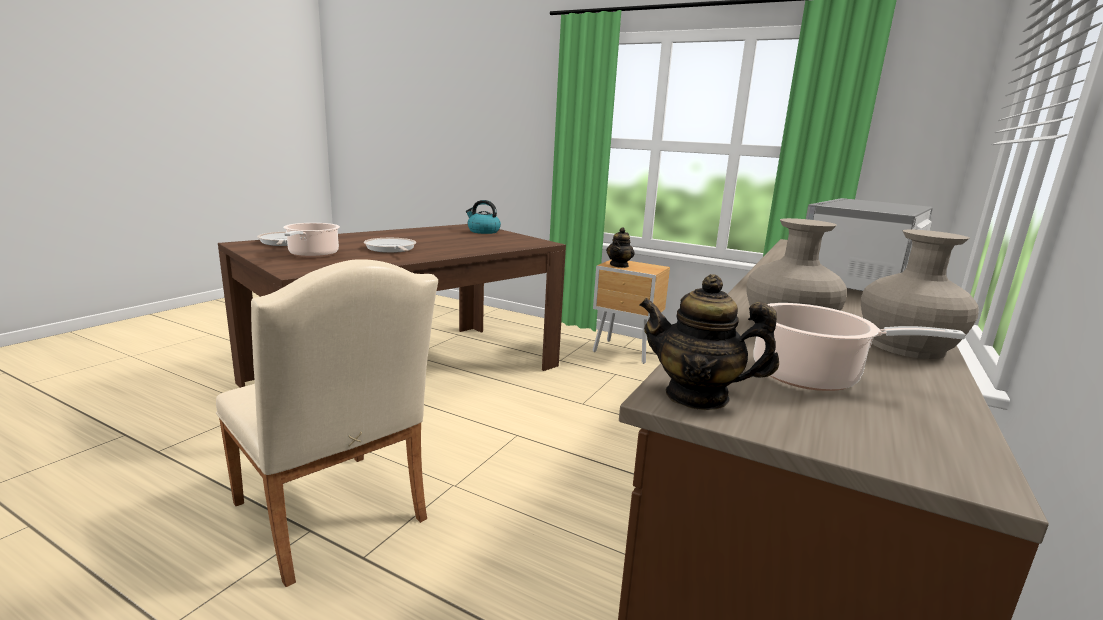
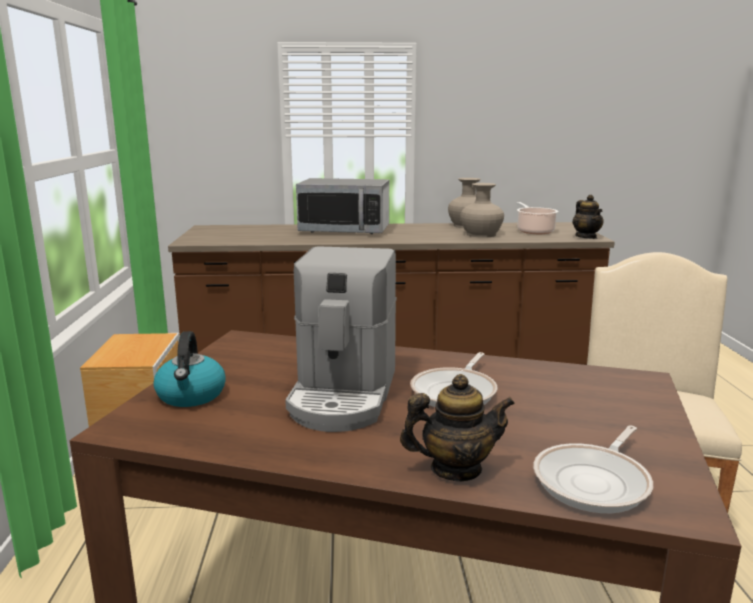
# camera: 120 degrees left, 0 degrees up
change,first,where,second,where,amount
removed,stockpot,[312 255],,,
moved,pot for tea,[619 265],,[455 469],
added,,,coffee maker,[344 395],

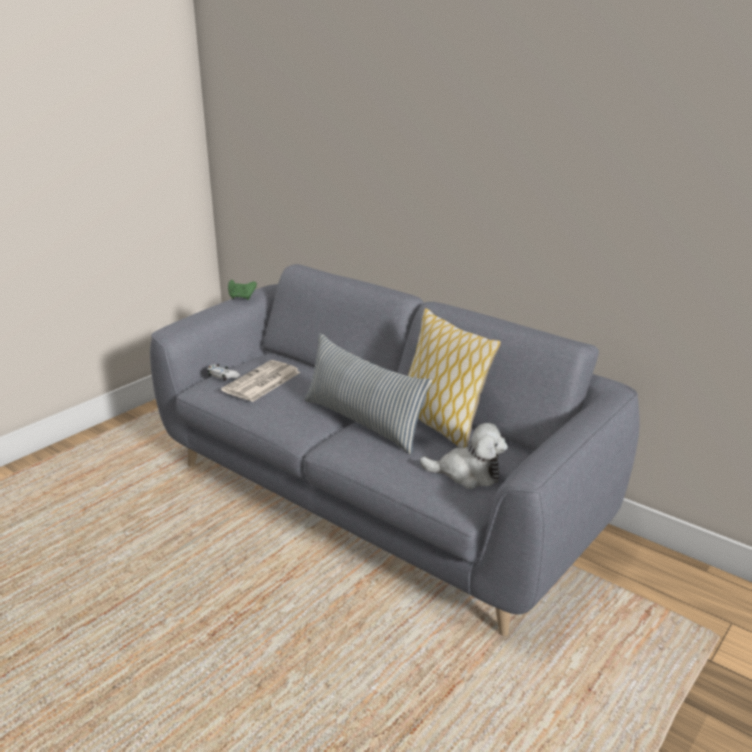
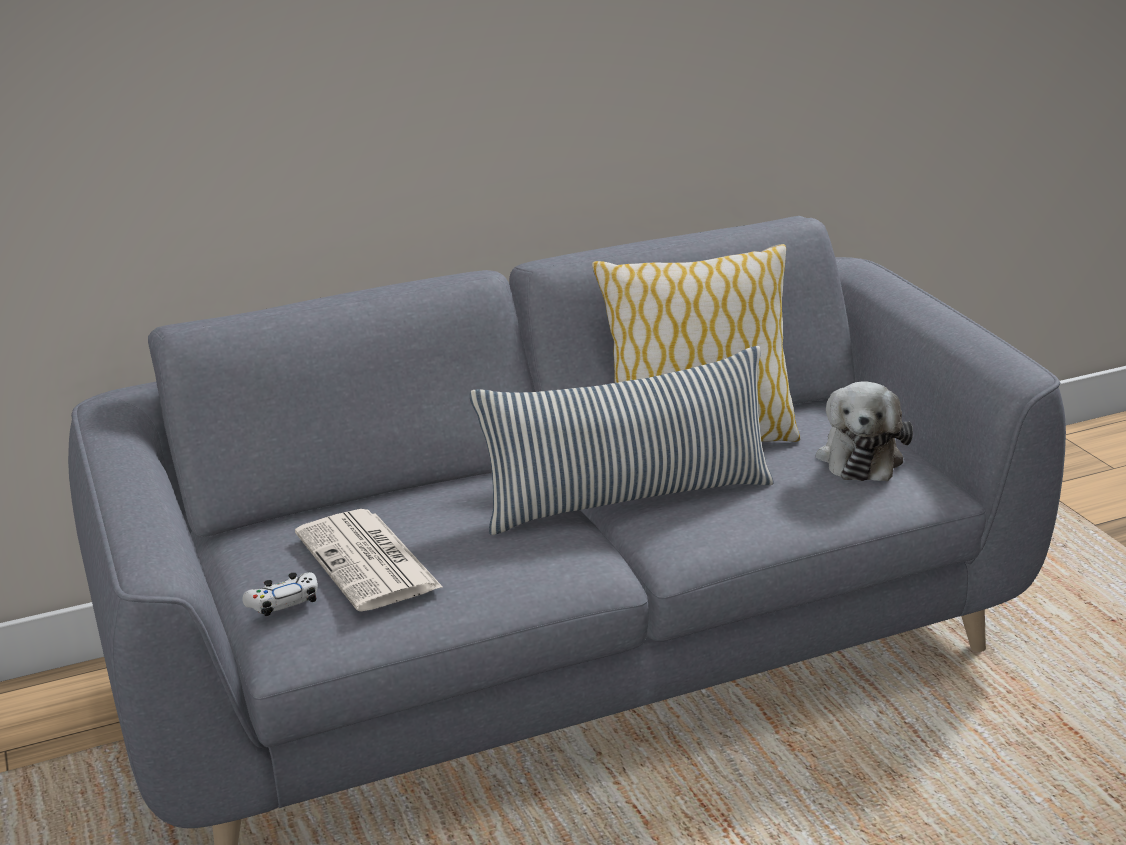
# camera: 60 degrees left, 0 degrees up
change,first,where,second,where,amount
removed,green-coloured game controller,[241 297],,,
turned,plush toy,[467 474],,[860 457],150 degrees clockwise

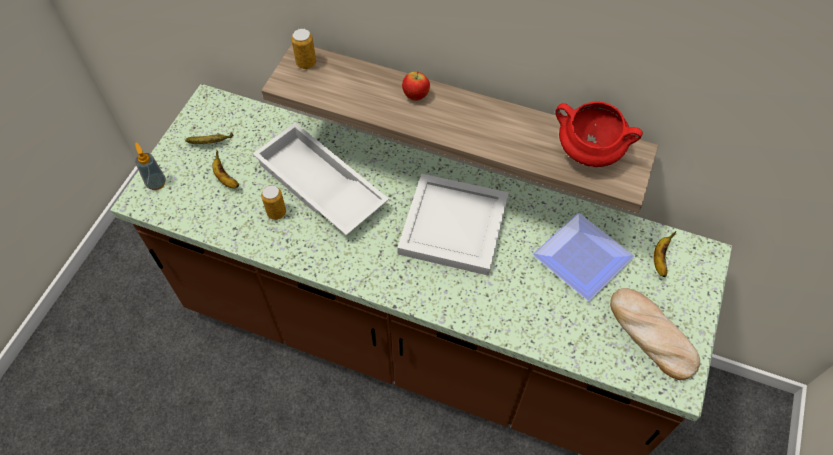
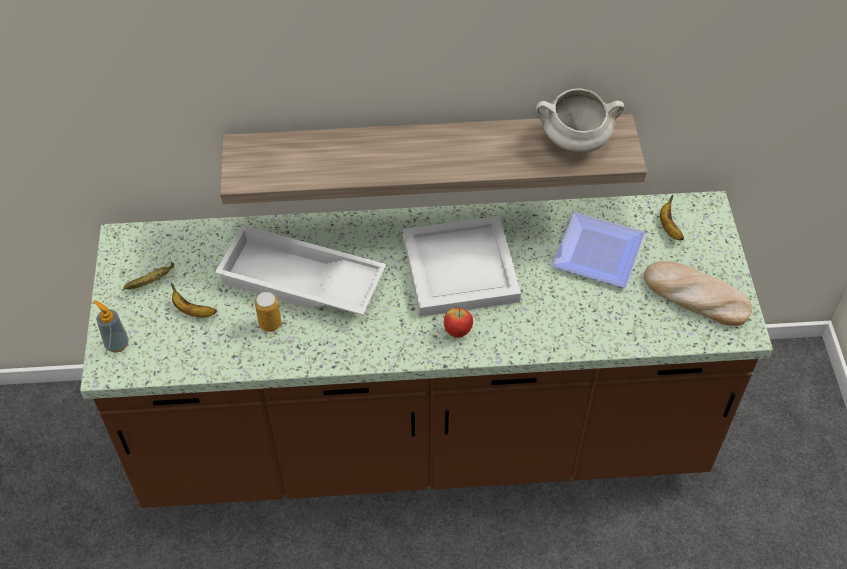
# camera: 25 degrees left, 5 degrees down
change,first,where,second,where,amount
removed,sealed can,[306 63],,,
moved,apple fruit,[415 96],,[457 331],
recoloured,red stockpot,[587 152],white stockpot,[574 142],

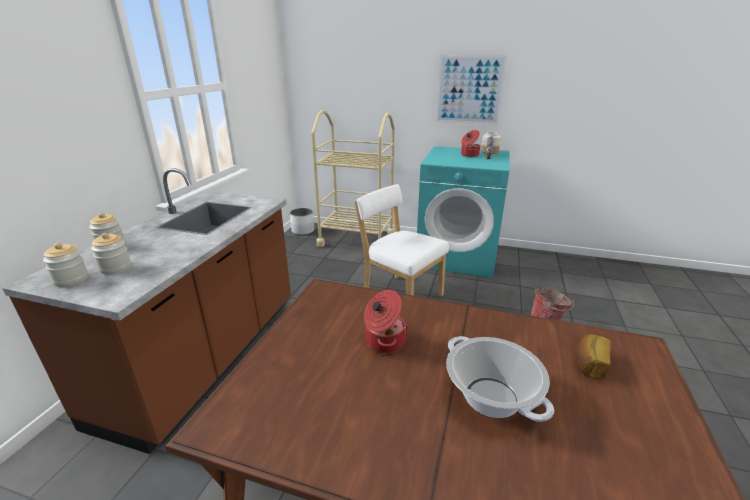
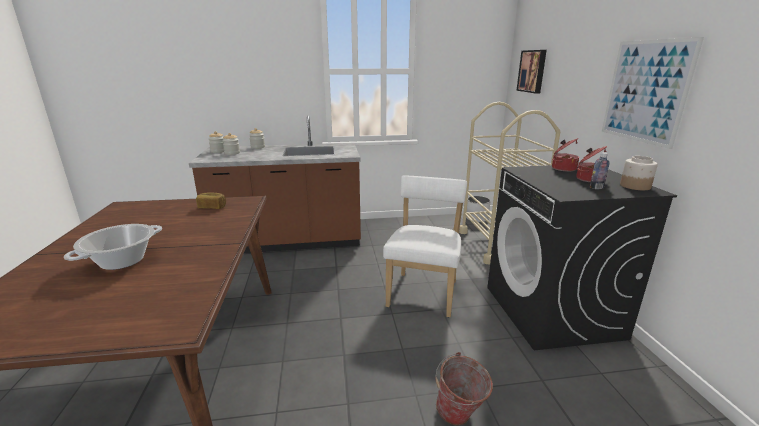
# camera: 65 degrees right, 5 degrees down
change,first,where,second,where,amount
moved,stockpot,[384 341],,[563 168],
recoloured,blue-green laundry appliance,[457 256],black-coloured laundry appliance,[552 312],
moved,baked bread,[589 364],,[212 207],
added,,,wall picture,[532 71],

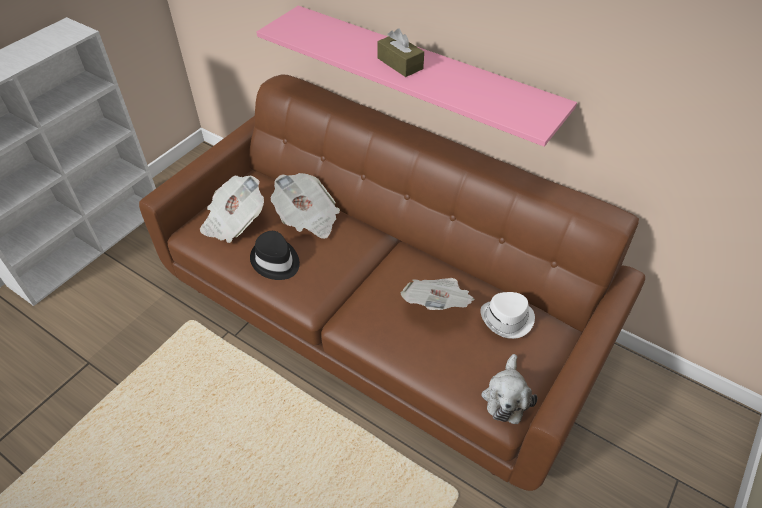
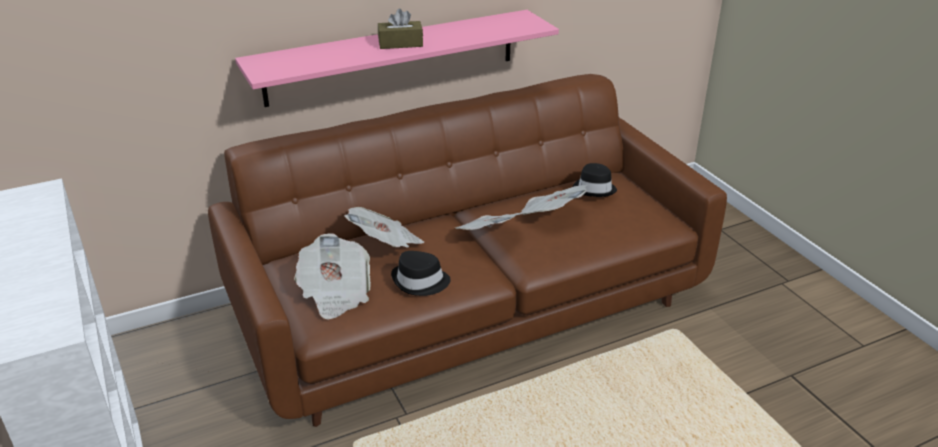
# camera: 60 degrees left, 15 degrees down
change,first,where,second,where,amount
recoloured,white wearable hat,[507 319],black-coloured wearable hat,[594 189],
removed,plush toy,[506 396],,,
added,,,daily paper,[488 236],

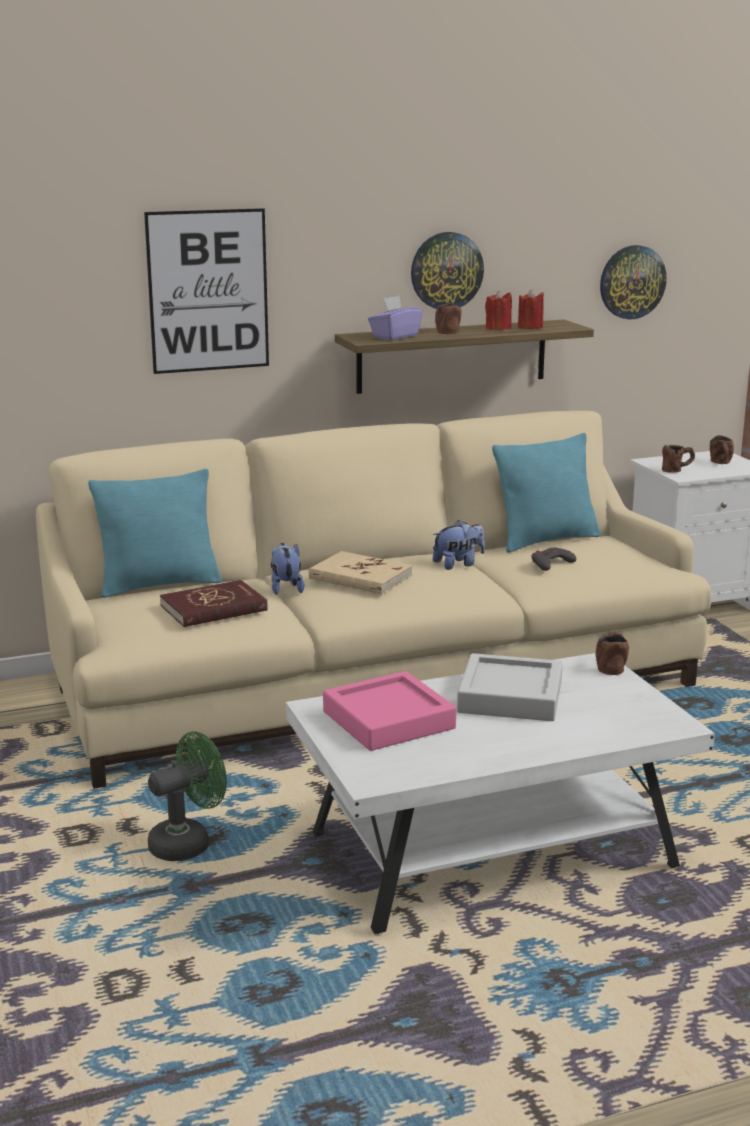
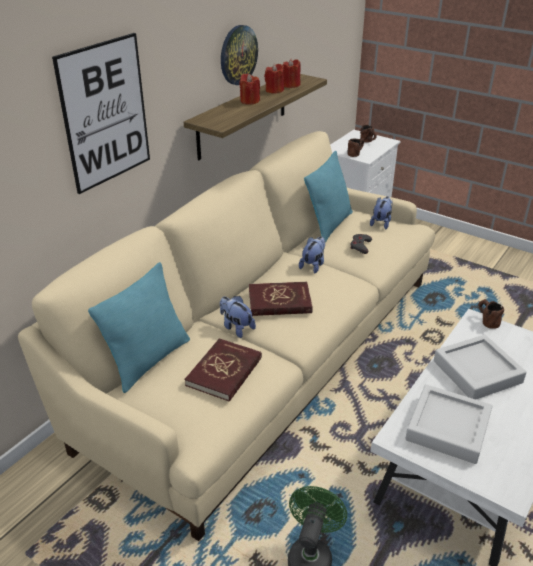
# camera: 35 degrees left, 15 degrees up
change,first,where,second,where,amount
recoloured,beige-coloured book,[360 577],red book,[279 301],
recoloured,pink tray,[388 720],gray tray,[448 428],
removed,purple-coloured tissue box,[395 336],,,
replaced,brown-coloured mug,[445 331],red wax candle,[249 101],
removed,wall clock,[632 282],,,
added,,,plush toy,[381 223],

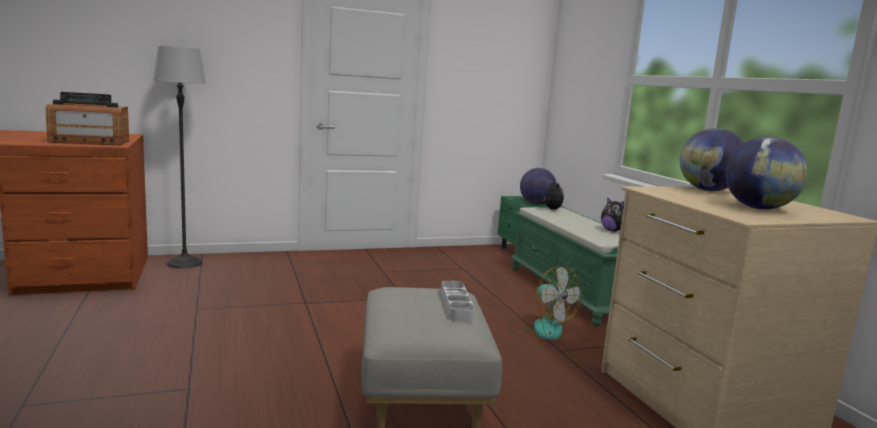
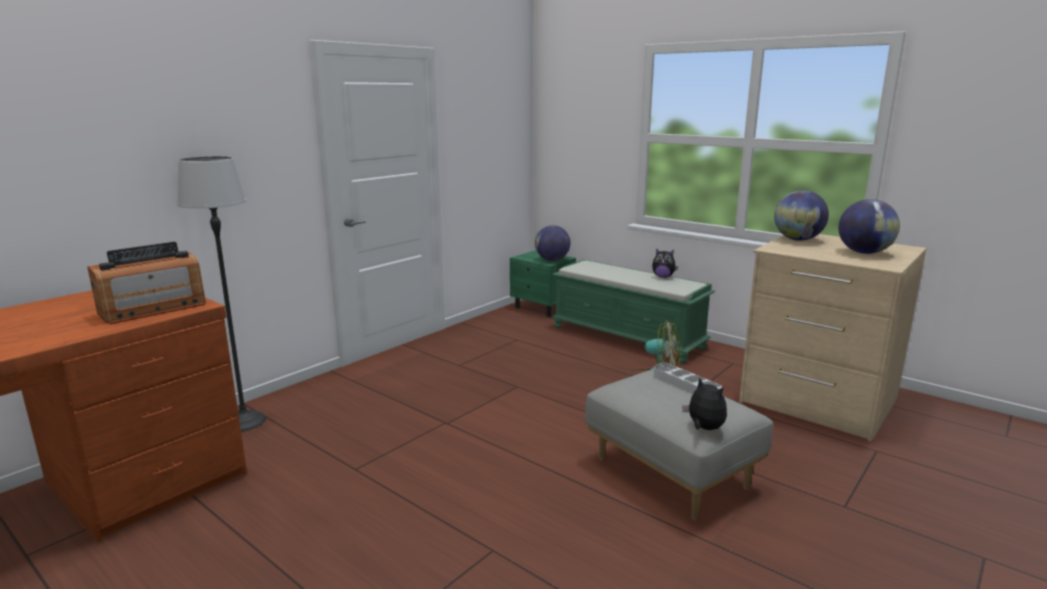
# camera: 30 degrees left, 5 degrees up
change,first,where,second,where,amount
moved,plush toy,[551 209],,[704 428],

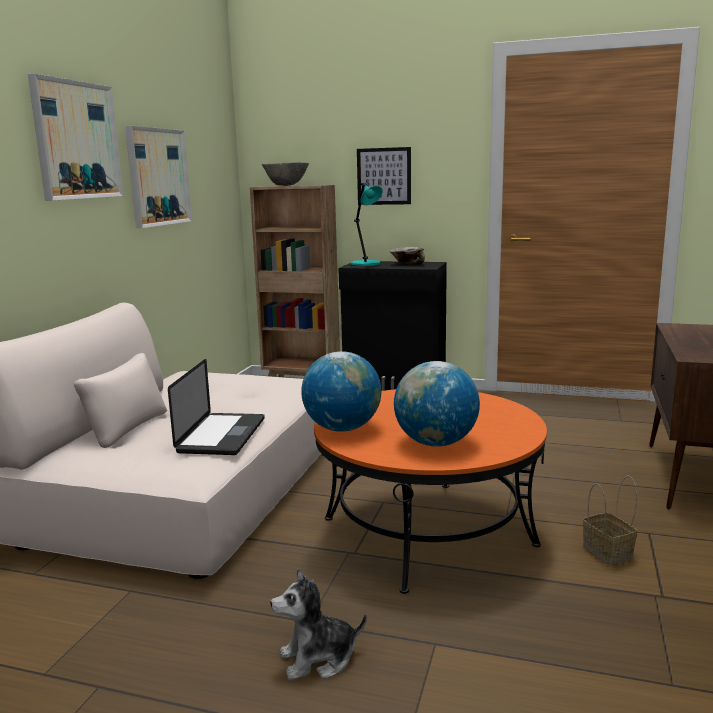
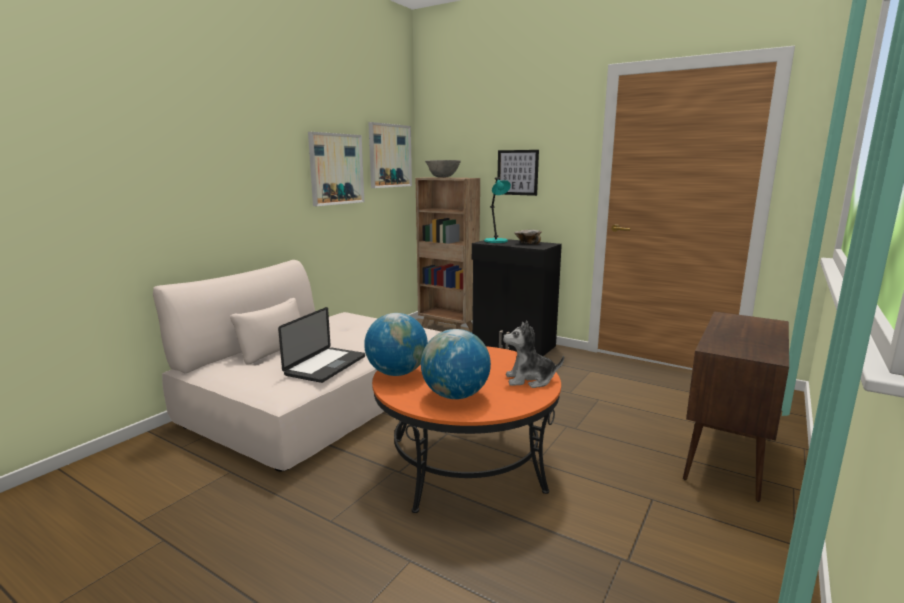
# camera: 15 degrees right, 0 degrees up
change,first,where,second,where,amount
moved,wall picture,[76 140],,[389 156],
moved,plush toy,[318 659],,[530 380],
removed,household basket,[609 553],,,

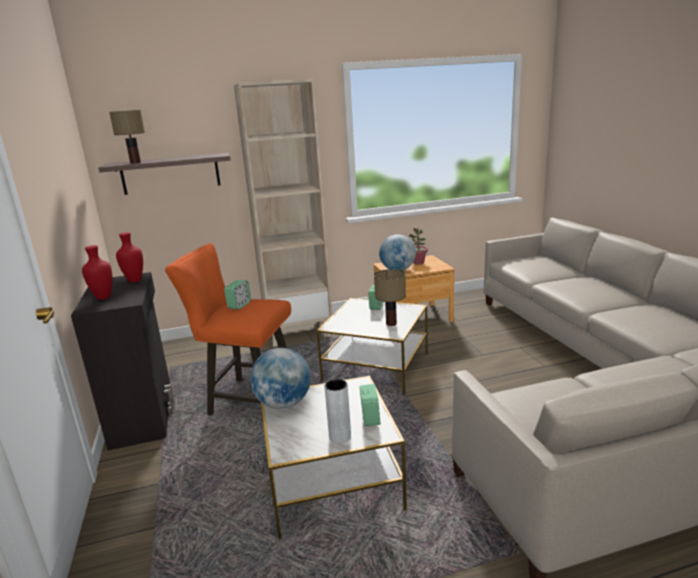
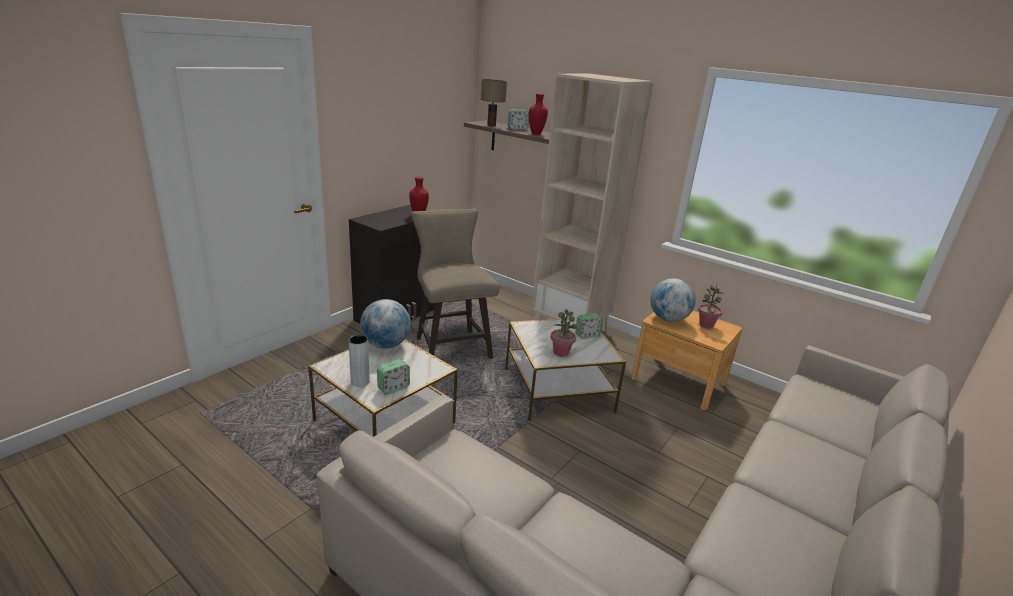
# camera: 50 degrees right, 5 degrees up
change,first,where,second,where,amount
moved,red flower vase,[102 298],,[535 134],
recoloured,orange sitting stool,[247 399],beige-coloured sitting stool,[450 345],
moved,table clock,[239 305],,[517 128],
replaced,table lamp,[391 323],potted plant,[561 352],

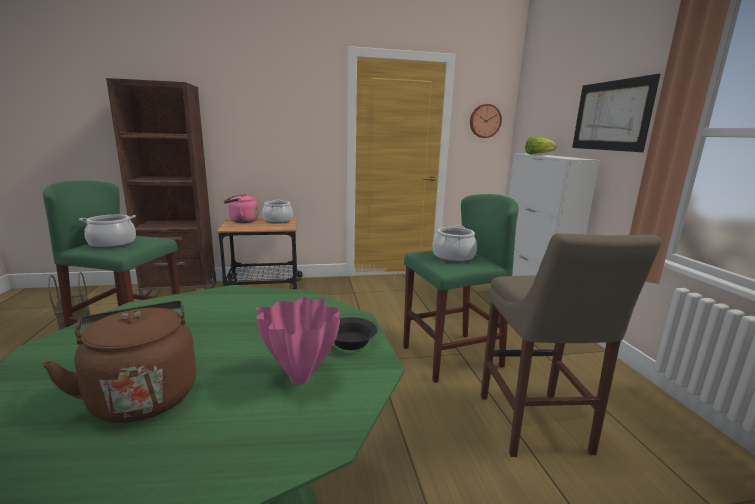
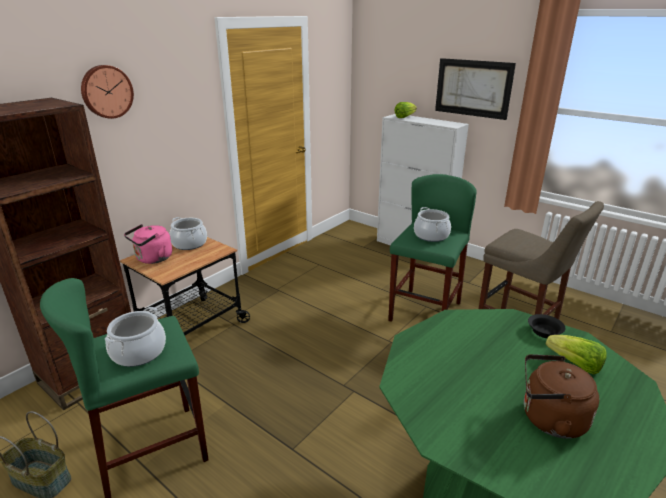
# camera: 40 degrees left, 10 degrees up
change,first,where,second,where,amount
replaced,pink flower vase,[301 379],lettuce,[575 364],
moved,wall clock,[484 121],,[106 91],

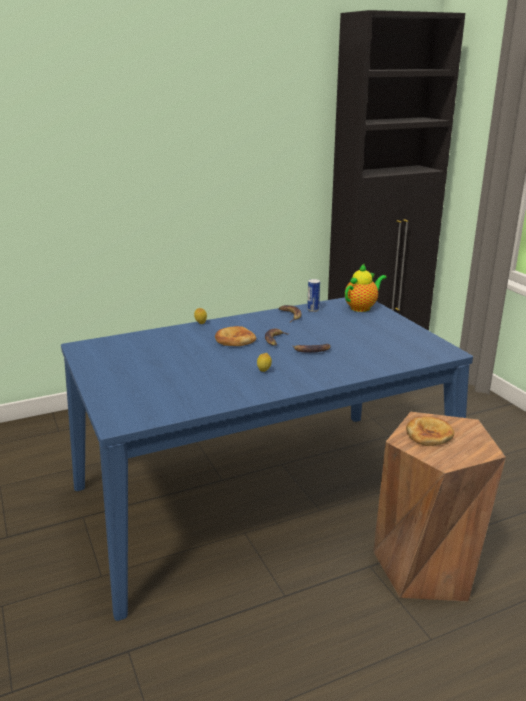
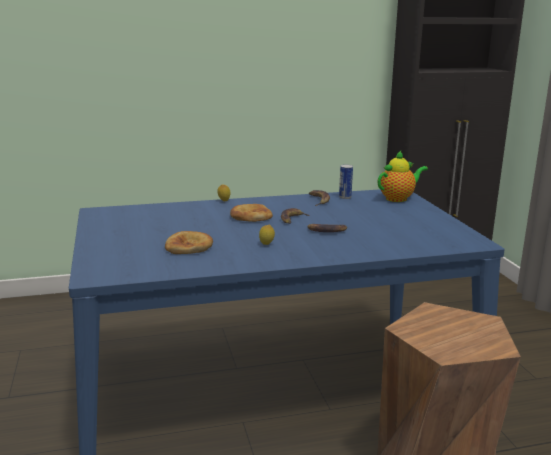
# camera: 10 degrees right, 5 degrees down
change,first,where,second,where,amount
moved,baked bread,[429 434],,[189 247],

